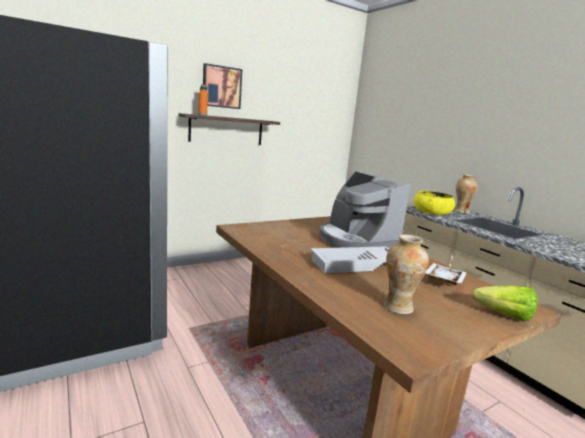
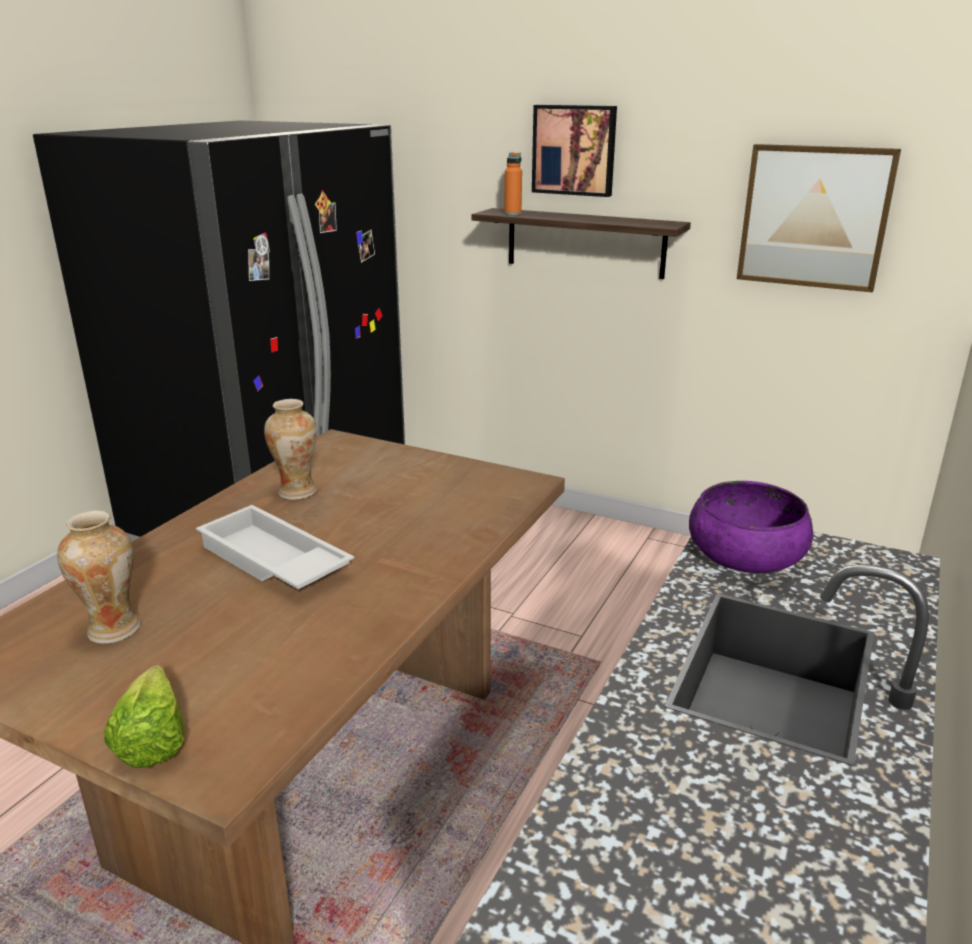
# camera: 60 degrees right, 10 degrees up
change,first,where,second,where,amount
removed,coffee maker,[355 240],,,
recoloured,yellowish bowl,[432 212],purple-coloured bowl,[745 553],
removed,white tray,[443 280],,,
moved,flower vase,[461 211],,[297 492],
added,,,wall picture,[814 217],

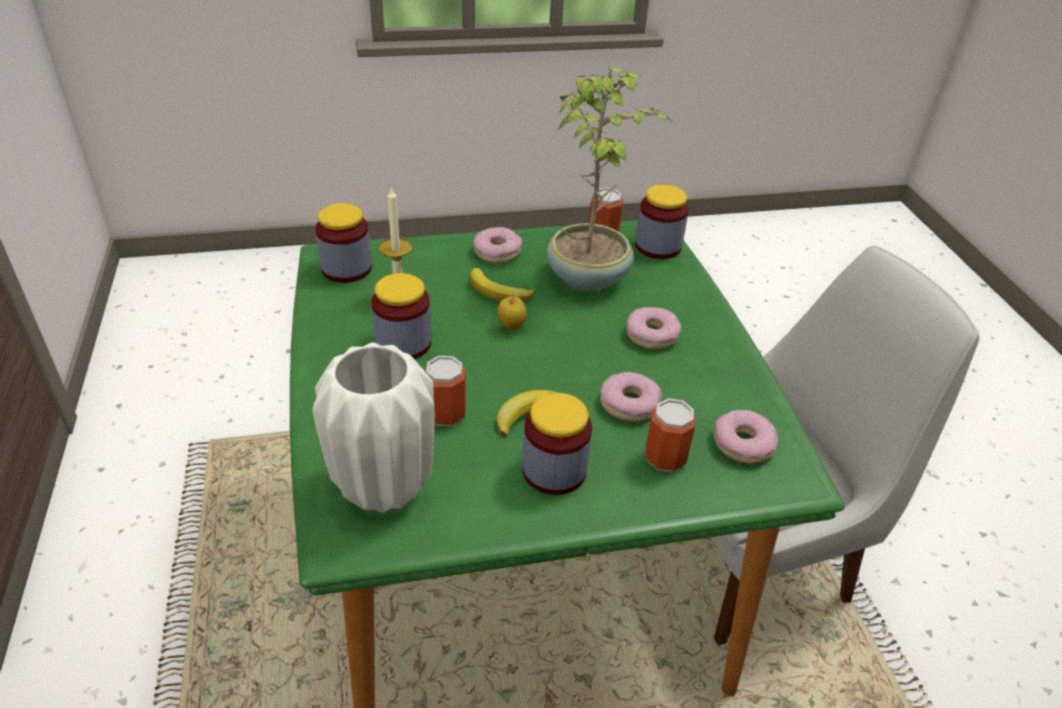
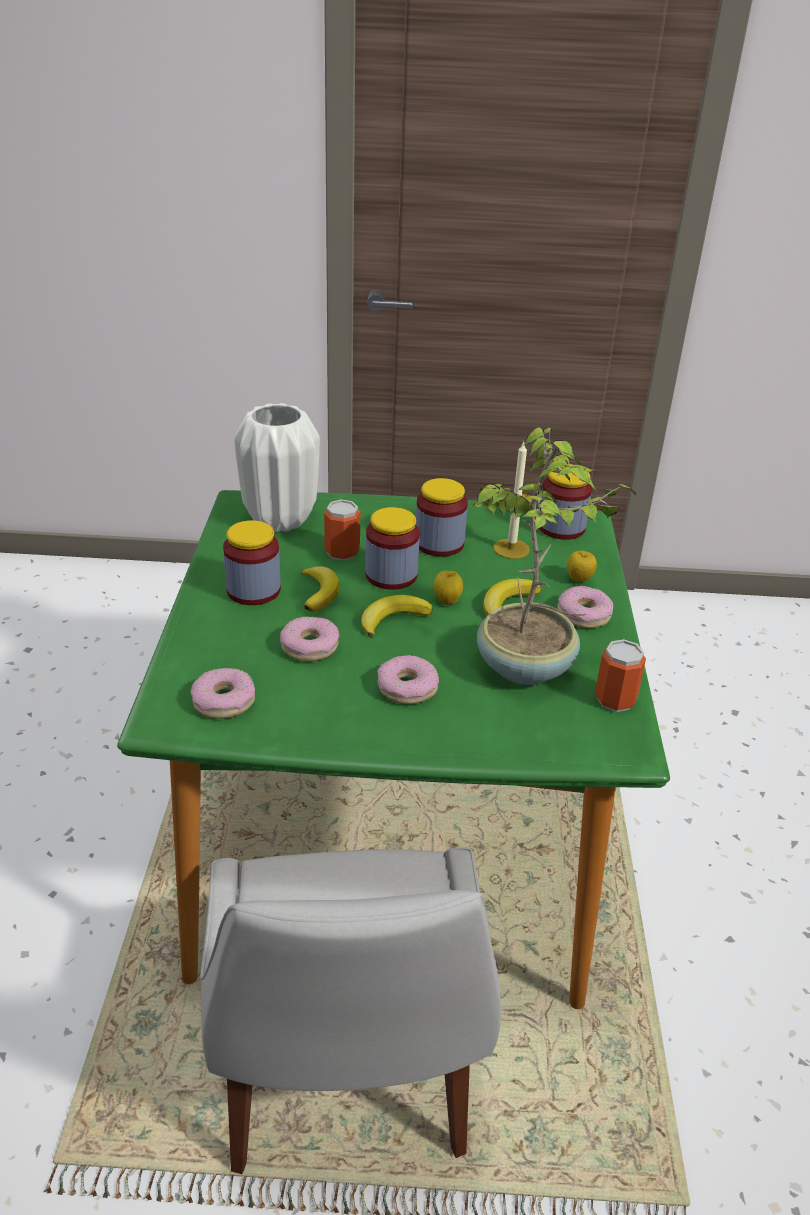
# camera: 105 degrees right, 5 degrees down
change,first,where,second,where,amount
moved,jar,[657 246],,[391 575],
removed,sealed can,[665 458],,,
added,,,banana fruit,[392 619],
added,,,apple fruit,[579 580],

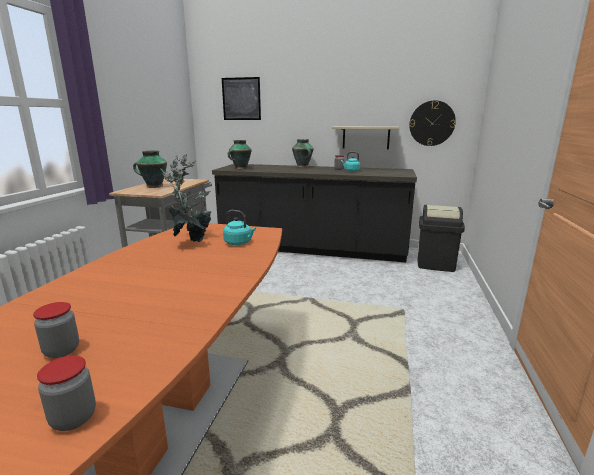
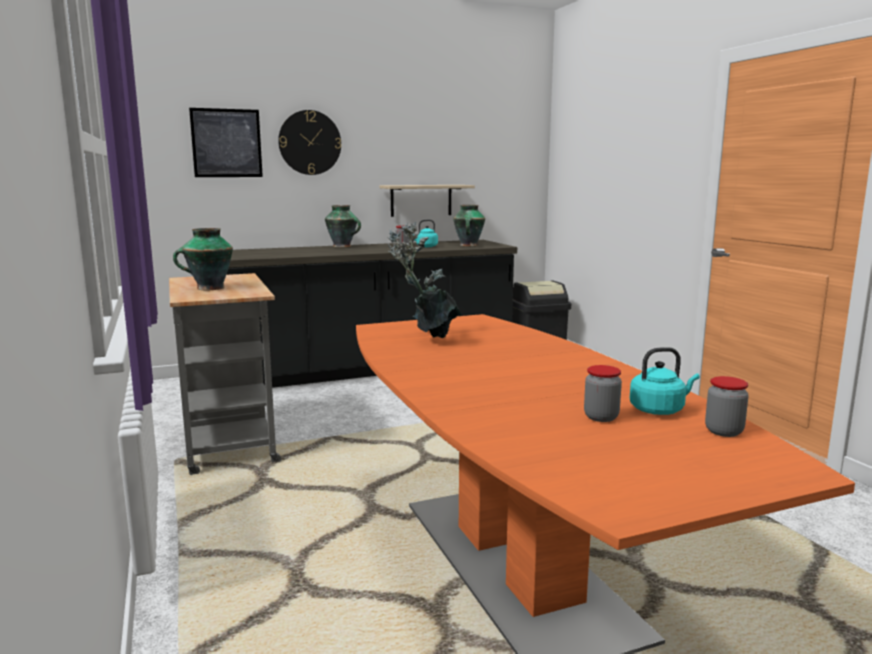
# camera: 35 degrees left, 5 degrees down
change,first,where,second,where,amount
moved,blue-green kettle,[239 243],,[659 410],
moved,flower vase,[240 168],,[468 245],
moved,wall clock,[432 123],,[310 142],

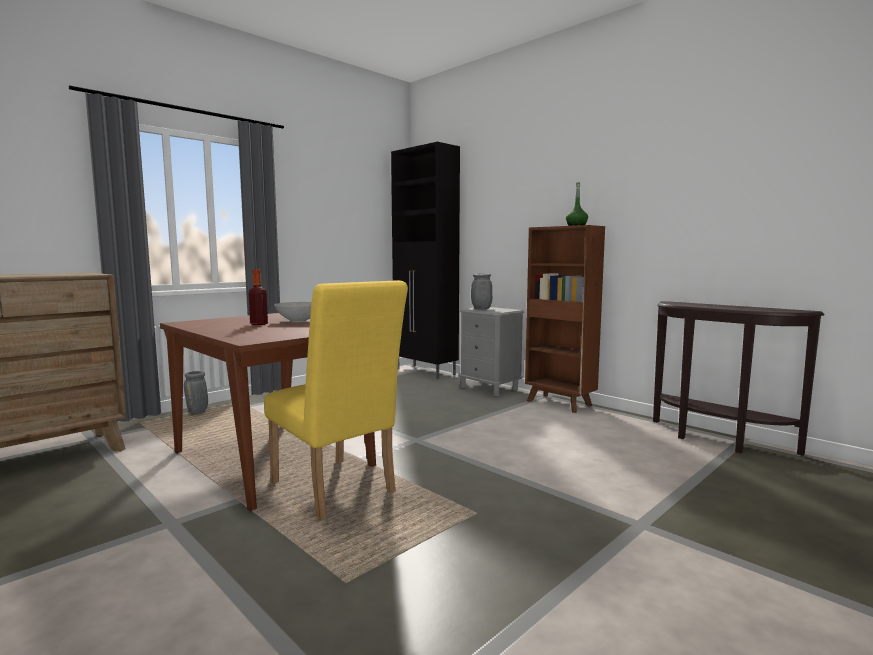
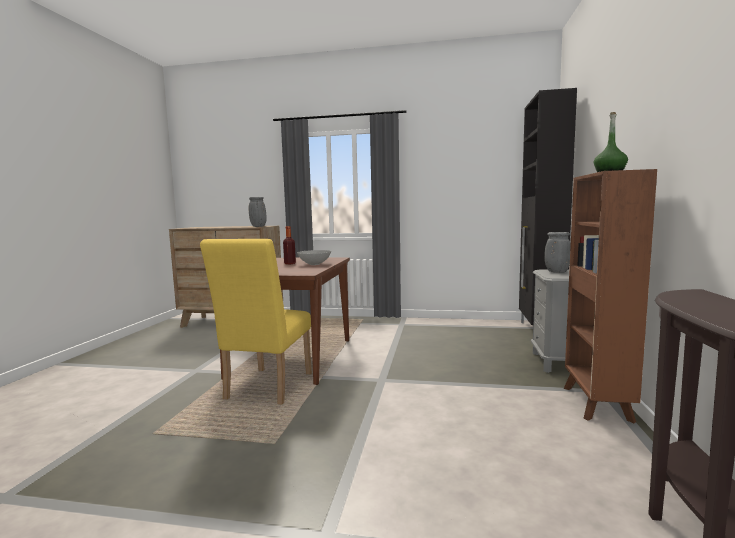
# camera: 55 degrees right, 0 degrees up
change,first,where,second,where,amount
moved,gray flower vase,[198 412],,[258 226],

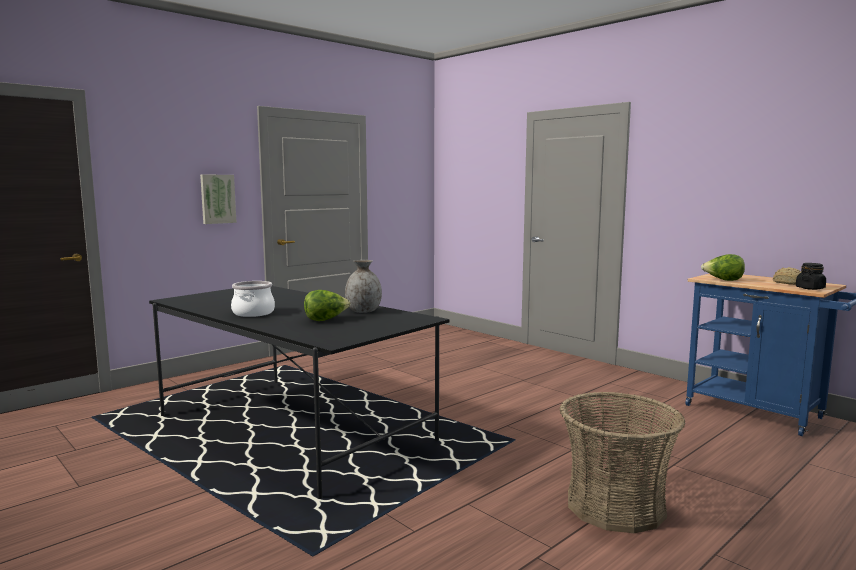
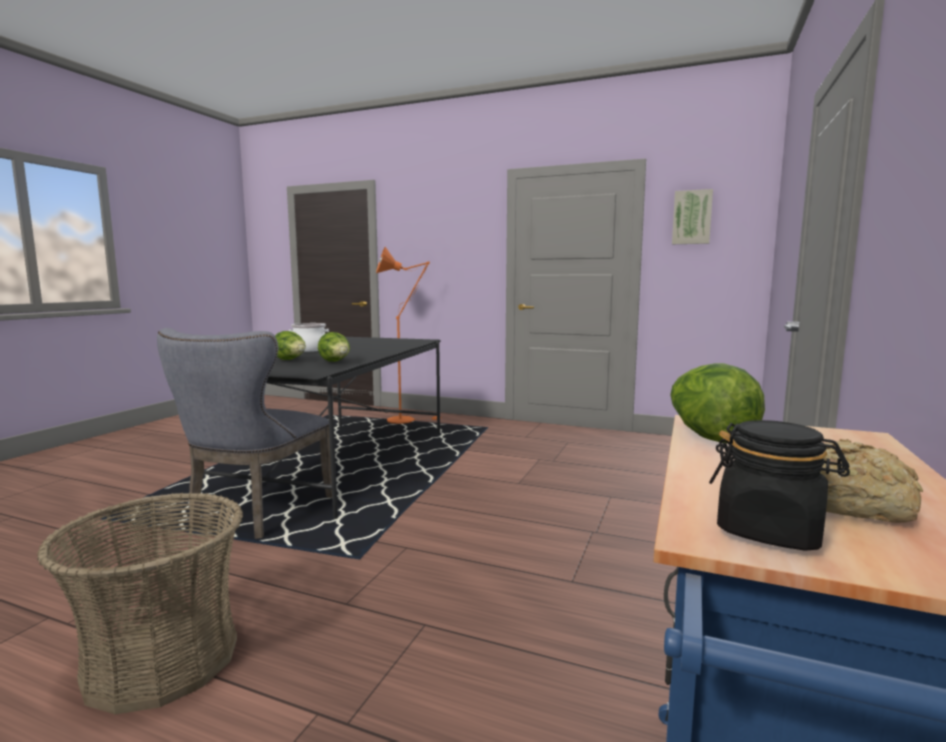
# camera: 65 degrees right, 0 degrees up
change,first,where,second,where,amount
moved,wall picture,[217 199],,[692 217],
replaced,gray flower vase,[363 311],lettuce,[335 362],
added,,,gray upright chair,[256 515],
added,,,orange floor lamp,[406 420],

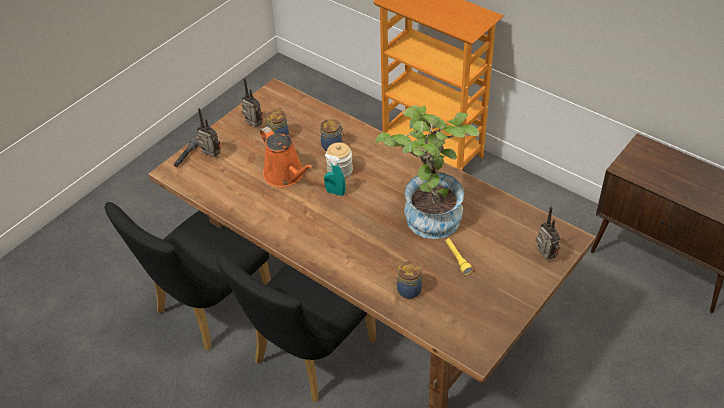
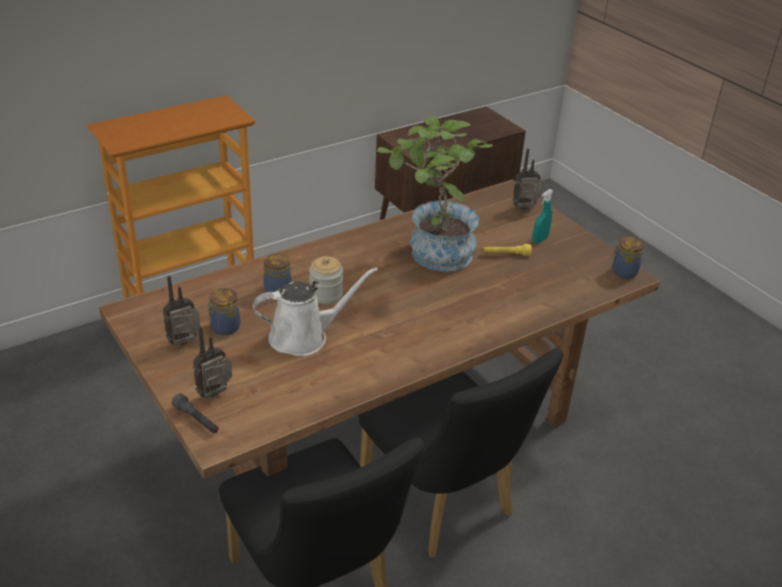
# camera: 75 degrees left, 10 degrees down
change,first,where,second,where,amount
recoloured,orange watering pot,[286 175],white watering pot,[304 337],
moved,blue-green sprayer,[335 192],,[540 240],
moved,jar,[409 289],,[623 272],

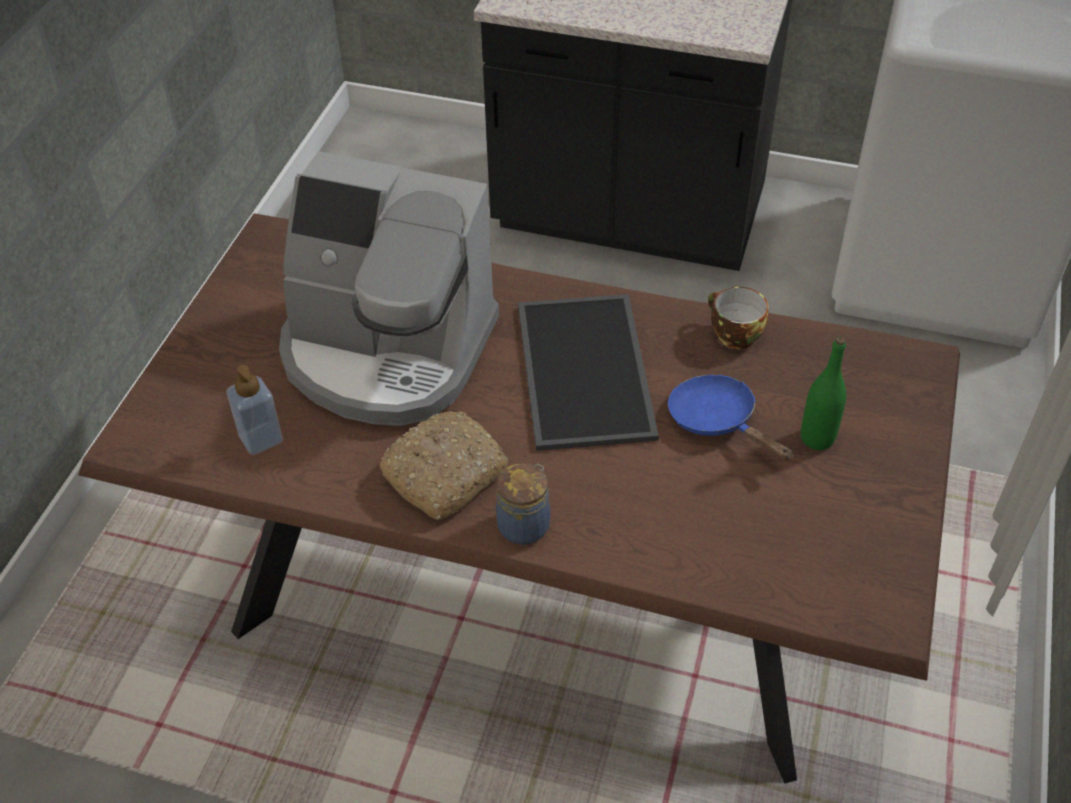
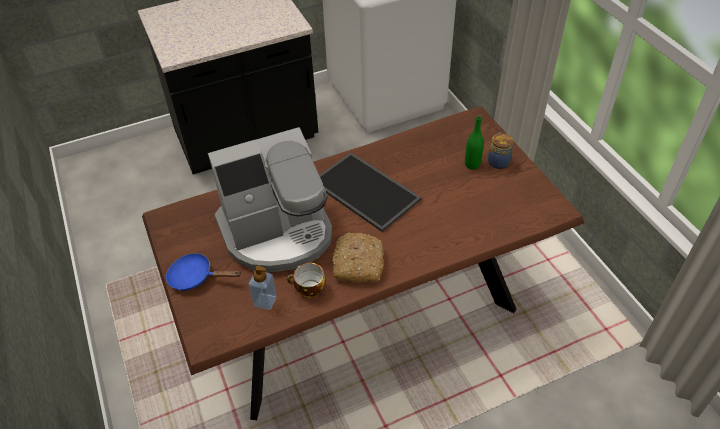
# camera: 40 degrees left, 0 degrees up
change,first,where,second,where,amount
moved,jar,[525 524],,[498 161],
moved,blue-coloured pan,[718 421],,[195 277],
moved,small cup,[733 335],,[308 290],

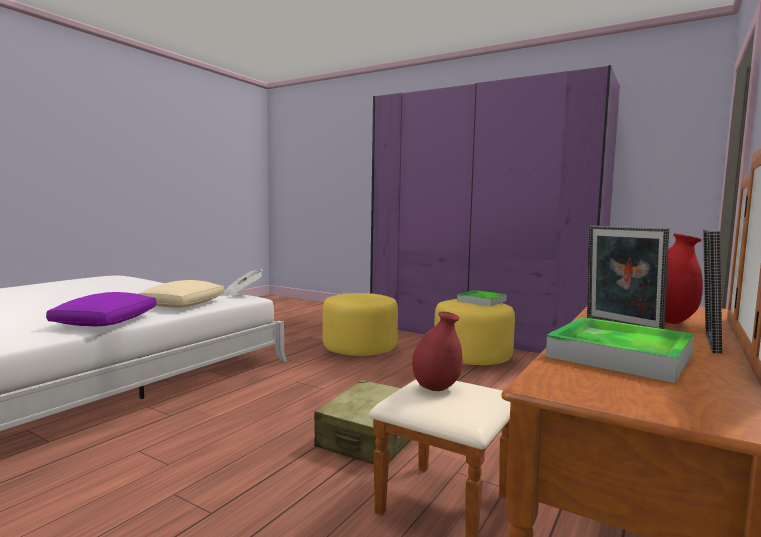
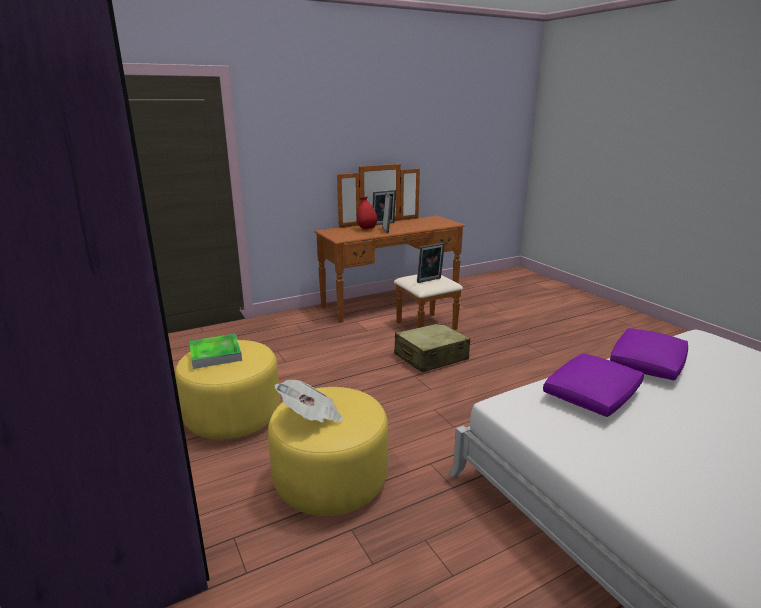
# camera: 150 degrees left, 15 degrees up
change,first,where,second,where,amount
recoloured,beige-coloured pillow,[183 304],purple-coloured pillow,[591 395],
moved,daily paper,[240 294],,[311 416],
replaced,red flower vase,[436 388],standing frame,[430 280],
removed,tray,[620 355],,,

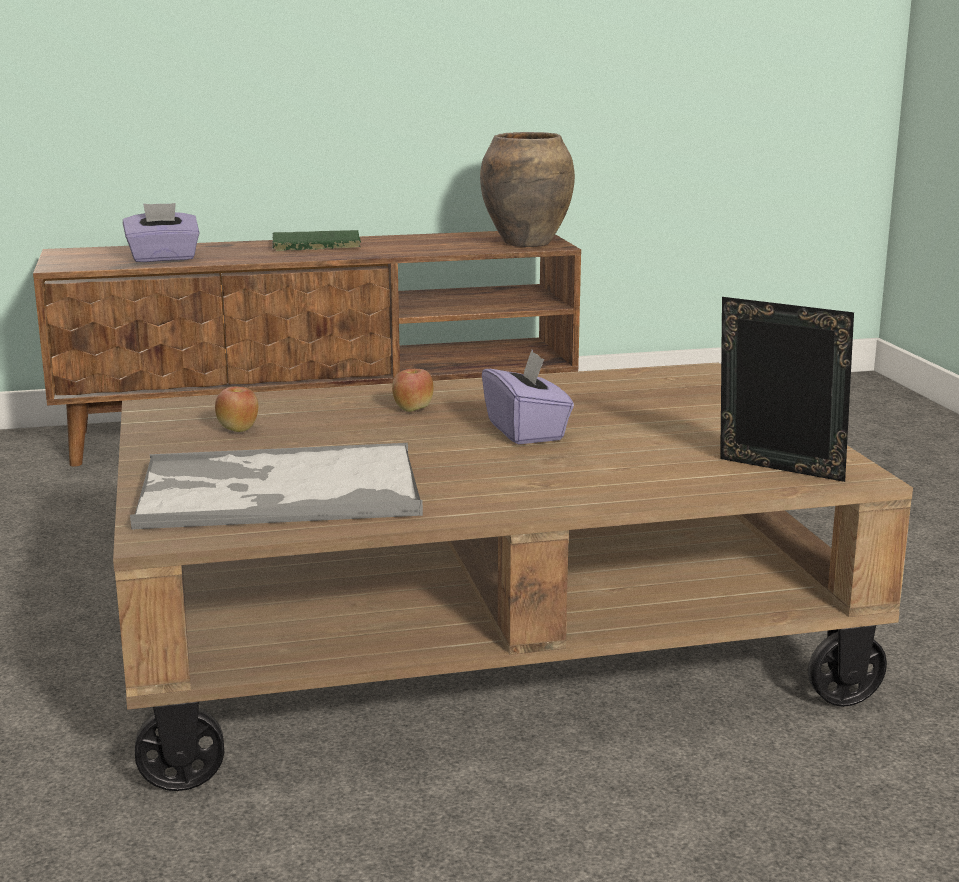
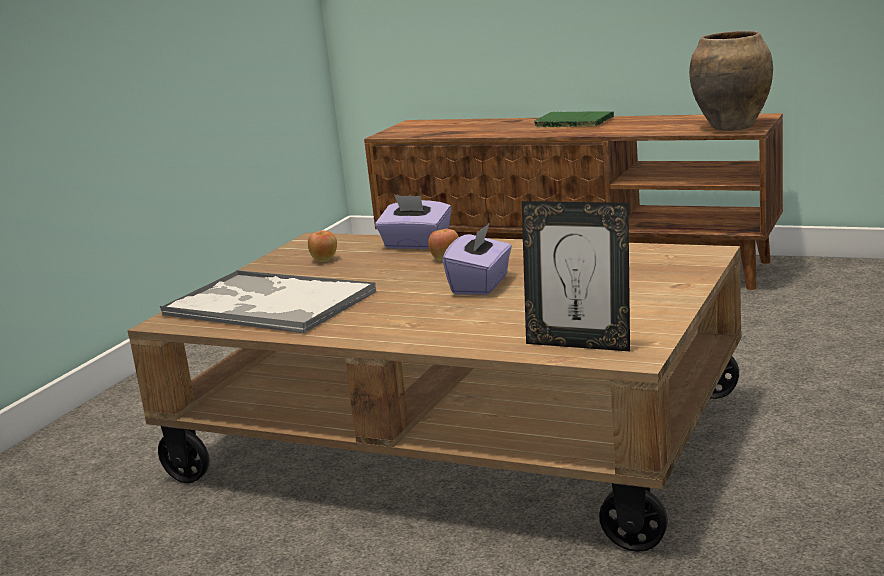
# camera: 40 degrees right, 0 degrees up
change,first,where,second,where,amount
moved,purple-coloured tissue box,[163 258],,[416 244],
turned,standing frame,[777 473],,[579 344],135 degrees clockwise

